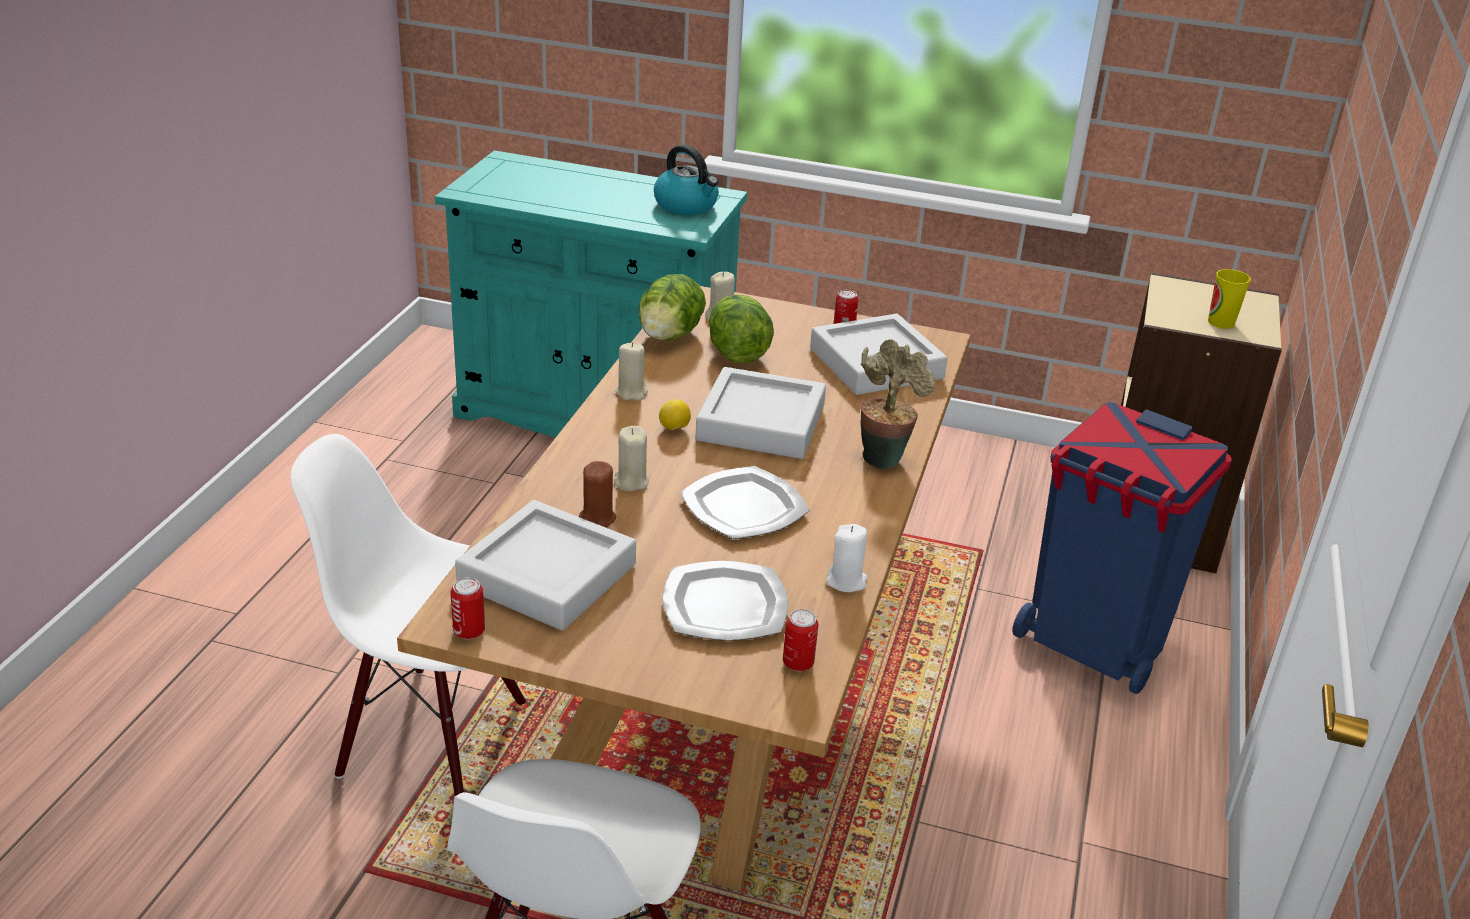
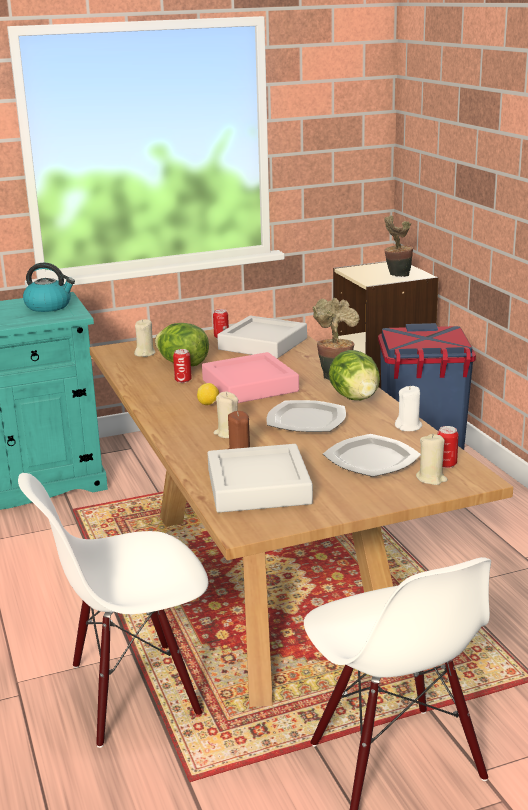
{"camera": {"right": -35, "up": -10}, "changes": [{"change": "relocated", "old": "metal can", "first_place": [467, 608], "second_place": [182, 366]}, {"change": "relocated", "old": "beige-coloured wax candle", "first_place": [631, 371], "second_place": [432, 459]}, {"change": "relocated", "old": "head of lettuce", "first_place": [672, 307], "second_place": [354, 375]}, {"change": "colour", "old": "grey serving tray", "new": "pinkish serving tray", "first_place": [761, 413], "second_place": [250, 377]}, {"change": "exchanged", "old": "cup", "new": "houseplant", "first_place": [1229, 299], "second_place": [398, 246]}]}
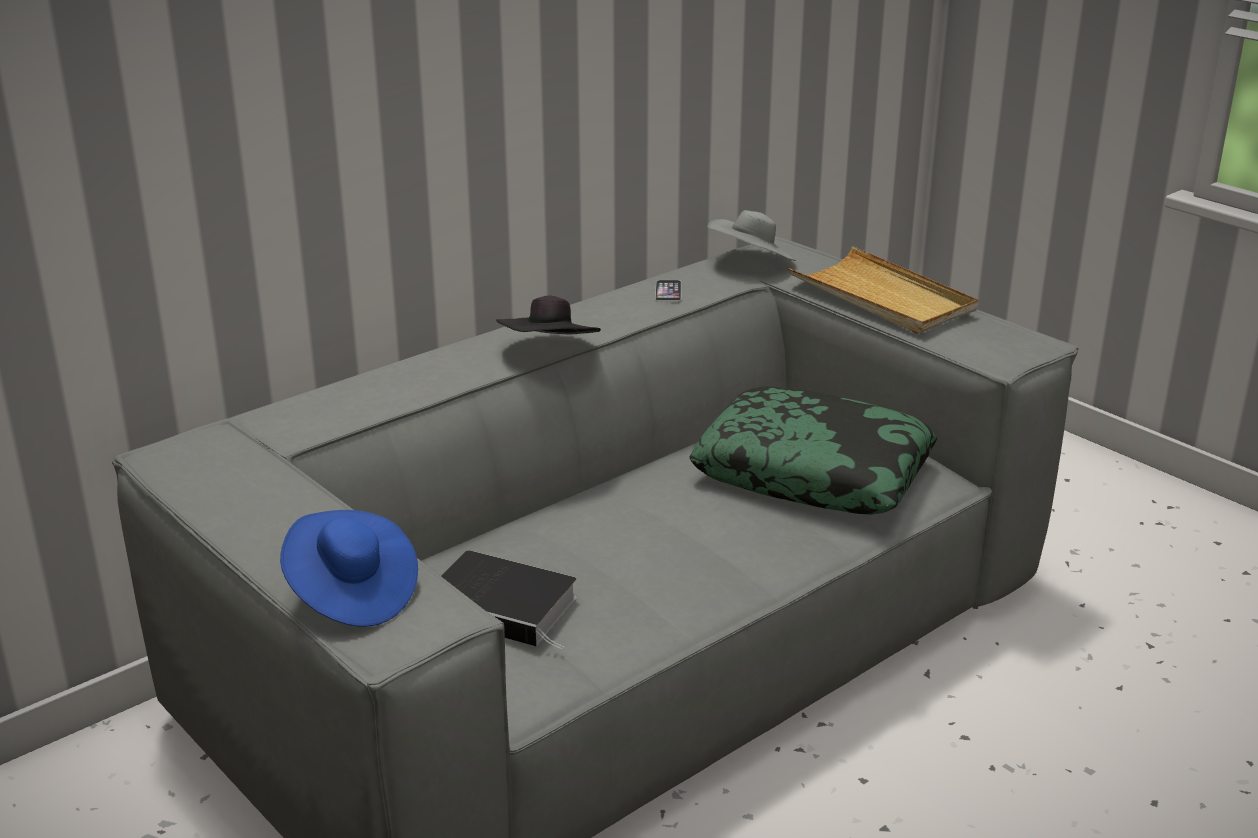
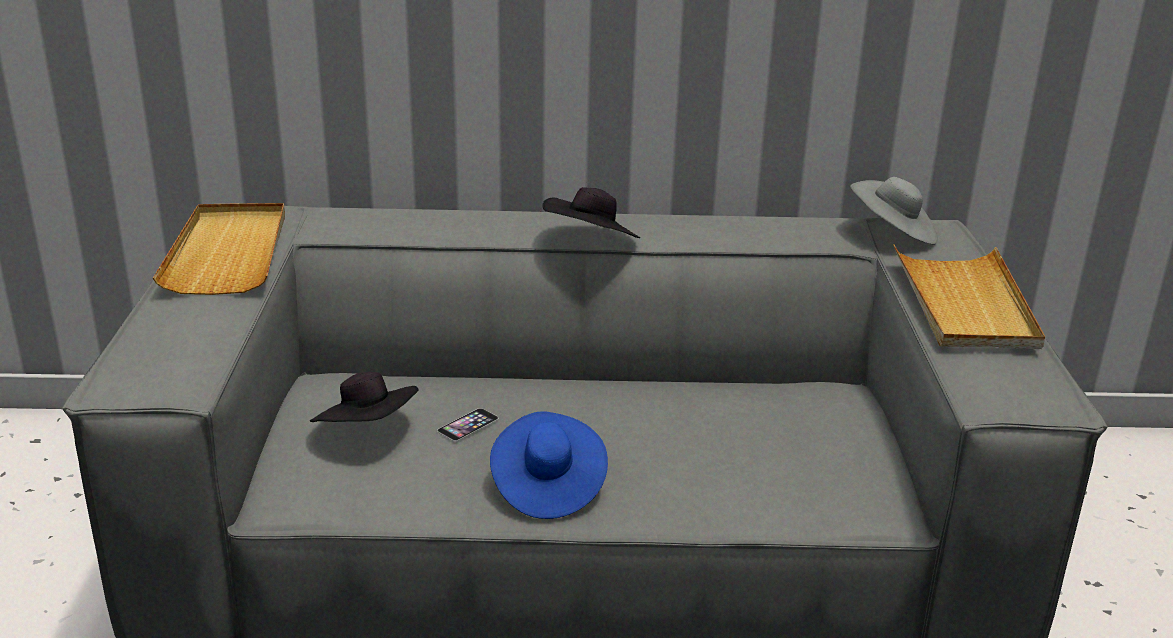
{"camera": {"right": 40, "up": 0}, "changes": [{"change": "relocated", "old": "blue-coloured hat", "first_place": [349, 568], "second_place": [549, 465]}, {"change": "exchanged", "old": "bound book", "new": "blackish hat", "first_place": [509, 599], "second_place": [364, 397]}, {"change": "relocated", "old": "phone", "first_place": [668, 290], "second_place": [468, 424]}, {"change": "missing", "old": "throw pillow", "first_place": [813, 450]}, {"change": "appeared", "new": "beige-coloured serving tray", "second_place": [219, 249]}]}
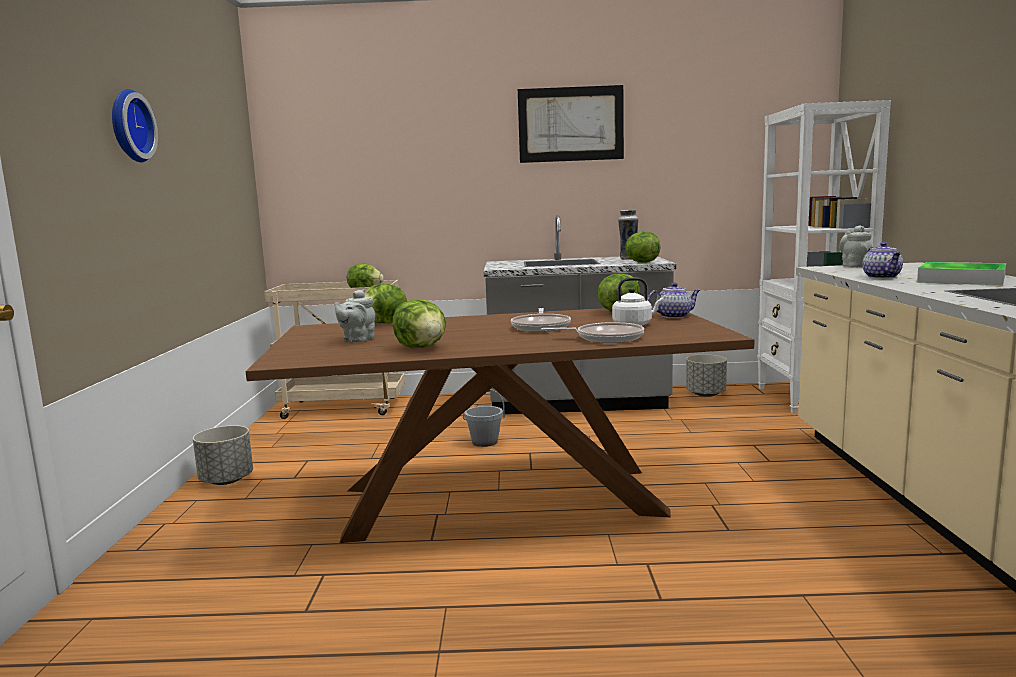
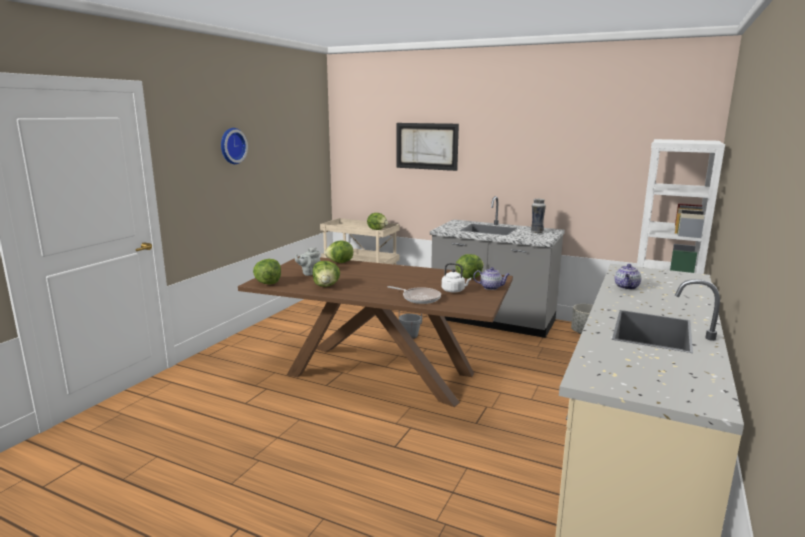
{"camera": {"right": 25, "up": 5}, "changes": [{"change": "missing", "old": "grey plant pot", "first_place": [223, 455]}, {"change": "missing", "old": "frying pan", "first_place": [541, 320]}, {"change": "relocated", "old": "wall picture", "first_place": [571, 124], "second_place": [428, 147]}, {"change": "relocated", "old": "head of lettuce", "first_place": [642, 247], "second_place": [267, 271]}, {"change": "missing", "old": "grey pot for tea", "first_place": [855, 246]}, {"change": "missing", "old": "serving tray", "first_place": [961, 273]}]}
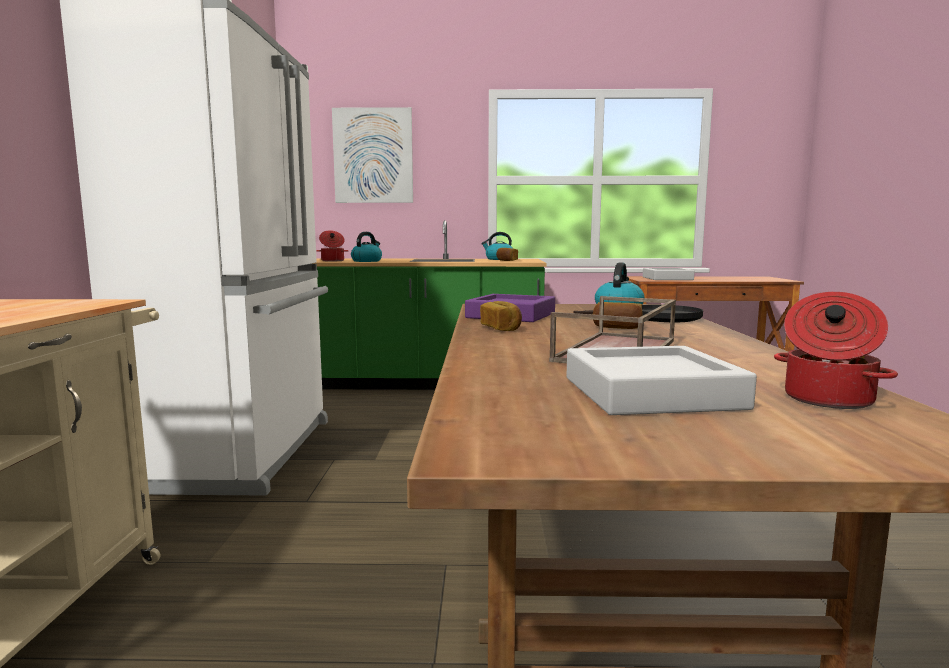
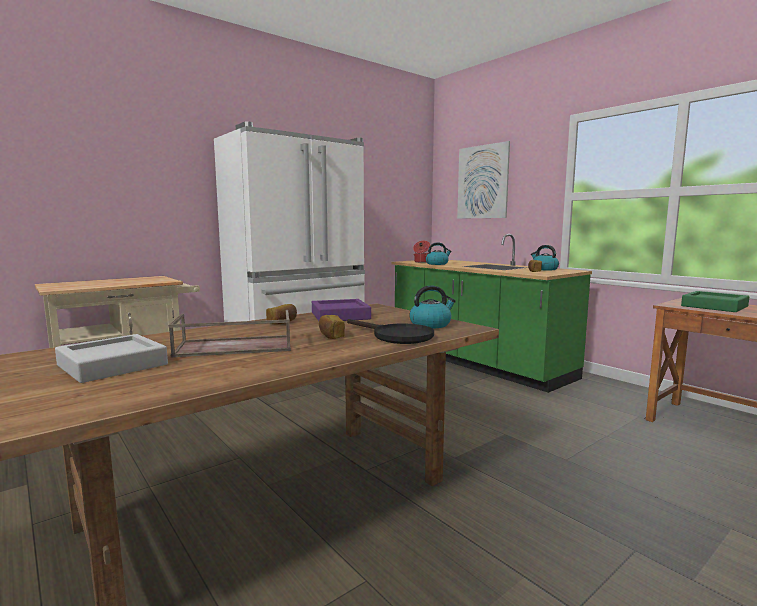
{"camera": {"right": 50, "up": 0}, "changes": [{"change": "colour", "old": "grey serving tray", "new": "green-coloured serving tray", "first_place": [669, 274], "second_place": [715, 301]}, {"change": "missing", "old": "stockpot", "first_place": [836, 350]}]}
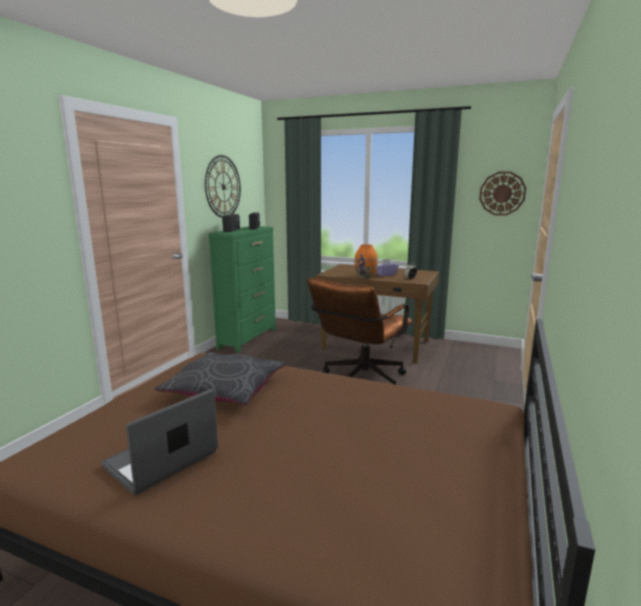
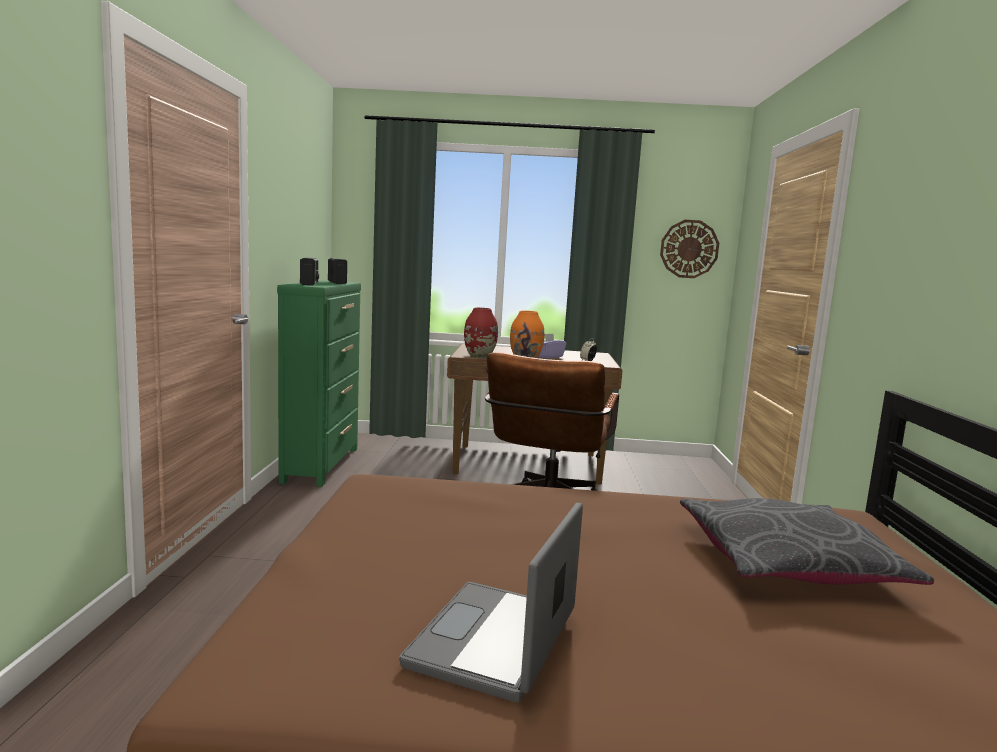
{"camera": {"right": -20, "up": -5}, "changes": [{"change": "relocated", "old": "grey throw pillow", "first_place": [221, 378], "second_place": [807, 541]}, {"change": "missing", "old": "hanging clock", "first_place": [223, 186]}, {"change": "appeared", "new": "reddish decorative vase", "second_place": [481, 333]}]}
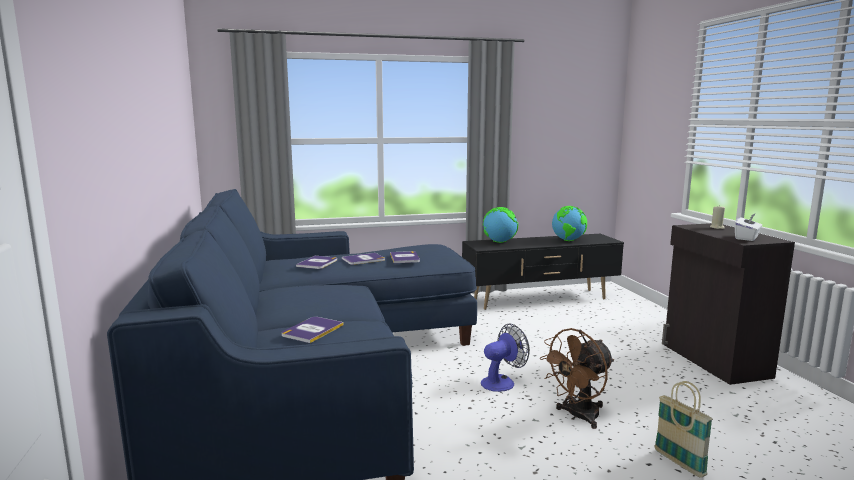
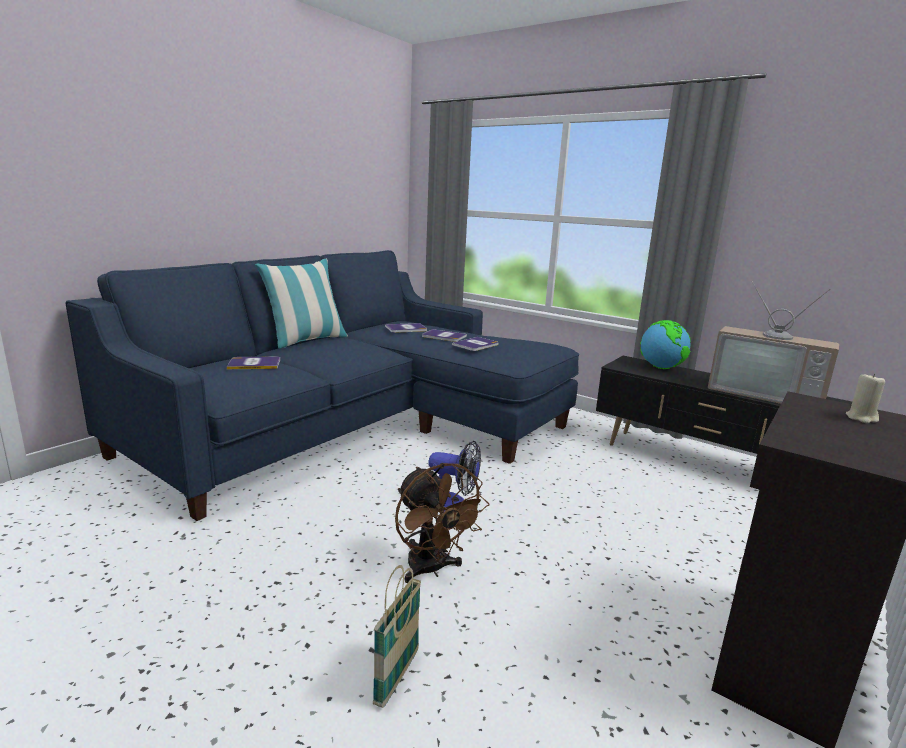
{"camera": {"right": 50, "up": 5}, "changes": [{"change": "spun", "old": "brown fan", "first_place": [577, 378], "second_place": [442, 523], "degrees": -135}, {"change": "exchanged", "old": "globe", "new": "TV", "first_place": [569, 223], "second_place": [773, 342]}, {"change": "missing", "old": "white-coloured tissue box", "first_place": [748, 227]}, {"change": "appeared", "new": "throw pillow", "second_place": [301, 304]}]}
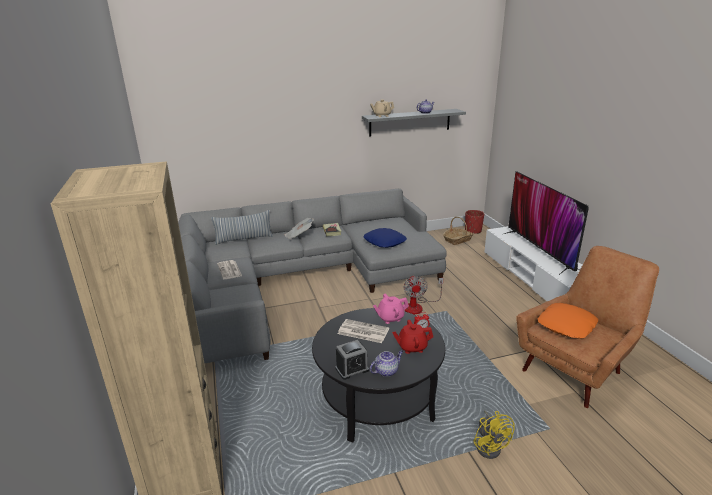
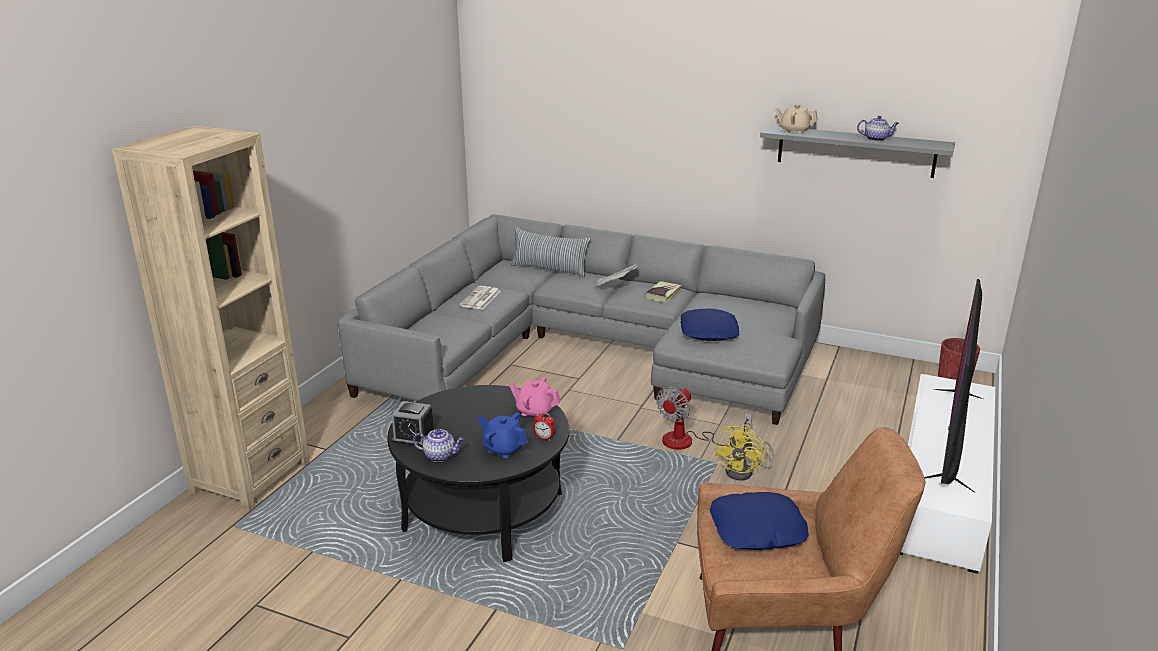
{"camera": {"right": 40, "up": 0}, "changes": [{"change": "missing", "old": "printed paper", "first_place": [363, 331]}, {"change": "colour", "old": "reddish pot for tea", "new": "blue-coloured pot for tea", "first_place": [412, 337], "second_place": [503, 435]}, {"change": "missing", "old": "basket", "first_place": [458, 231]}, {"change": "relocated", "old": "yellow-coloured fan", "first_place": [494, 434], "second_place": [744, 452]}, {"change": "colour", "old": "orange-coloured throw pillow", "new": "blue-coloured throw pillow", "first_place": [568, 321], "second_place": [759, 521]}]}
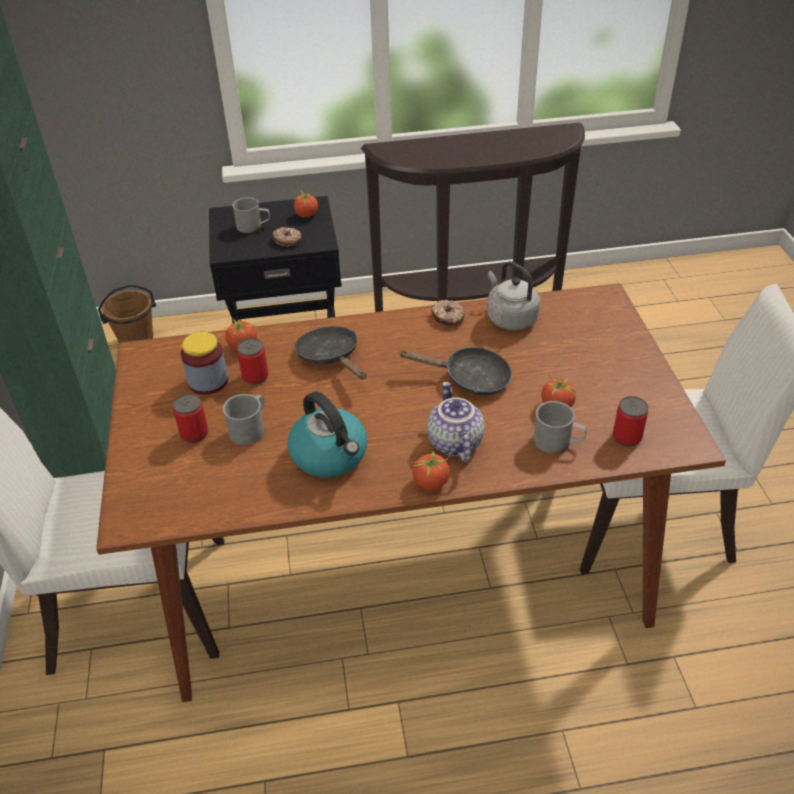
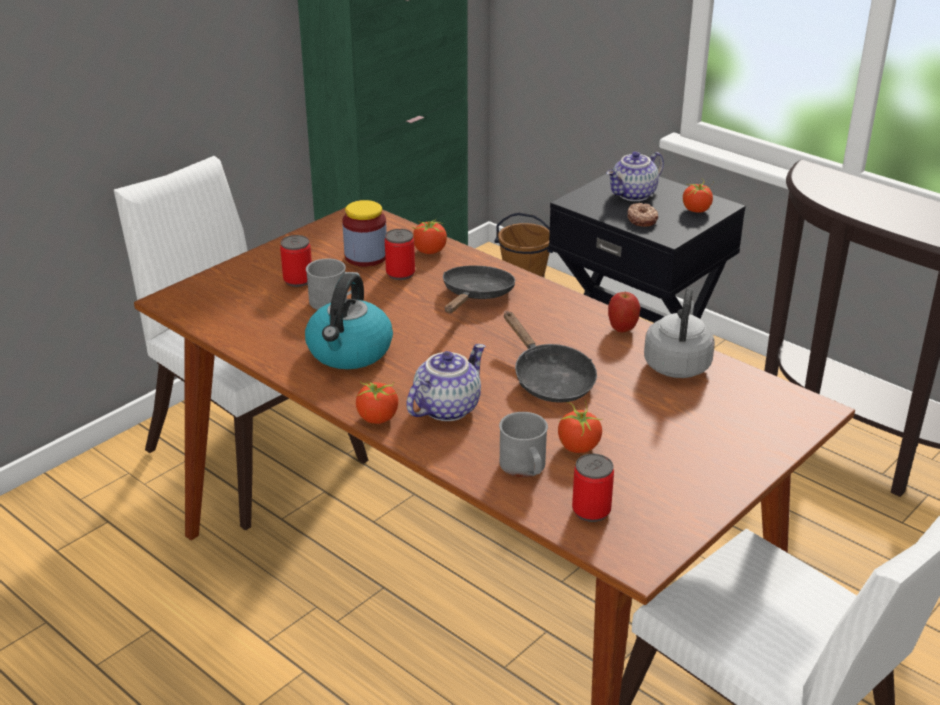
{"camera": {"right": 50, "up": -10}, "changes": [{"change": "exchanged", "old": "grey mug", "new": "pot for tea", "first_place": [251, 215], "second_place": [635, 176]}, {"change": "exchanged", "old": "ring doughnut", "new": "apple", "first_place": [448, 313], "second_place": [624, 312]}]}
